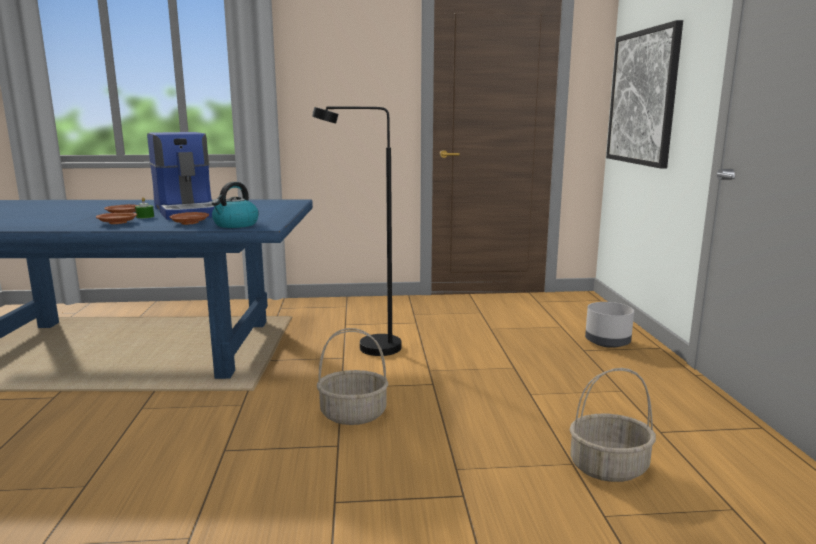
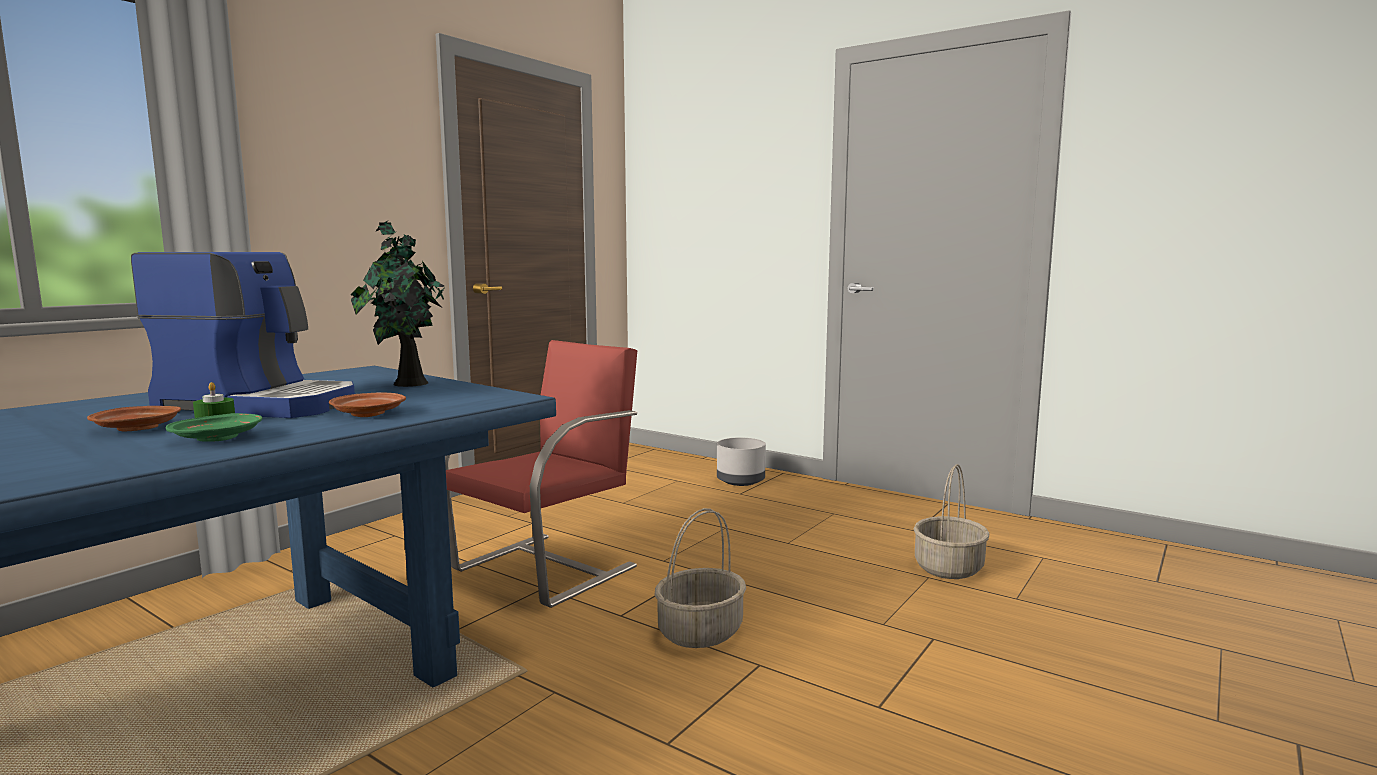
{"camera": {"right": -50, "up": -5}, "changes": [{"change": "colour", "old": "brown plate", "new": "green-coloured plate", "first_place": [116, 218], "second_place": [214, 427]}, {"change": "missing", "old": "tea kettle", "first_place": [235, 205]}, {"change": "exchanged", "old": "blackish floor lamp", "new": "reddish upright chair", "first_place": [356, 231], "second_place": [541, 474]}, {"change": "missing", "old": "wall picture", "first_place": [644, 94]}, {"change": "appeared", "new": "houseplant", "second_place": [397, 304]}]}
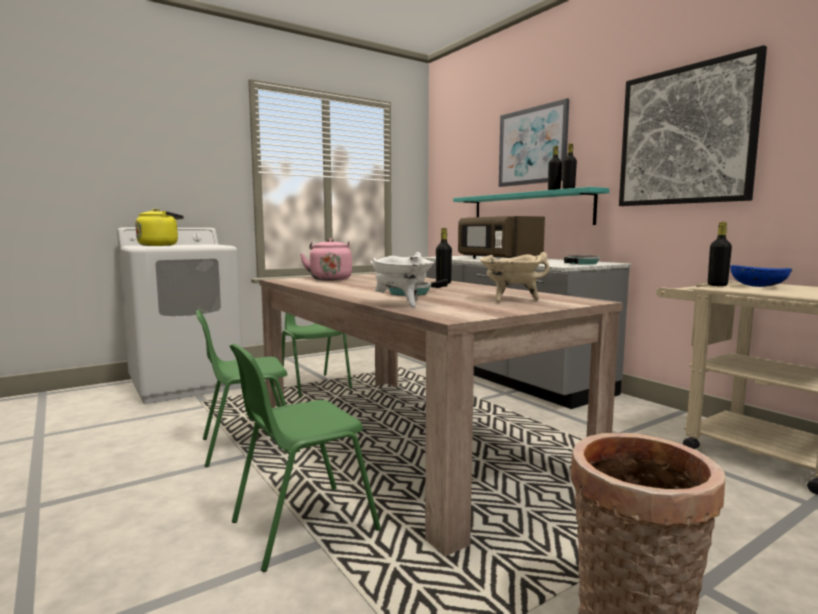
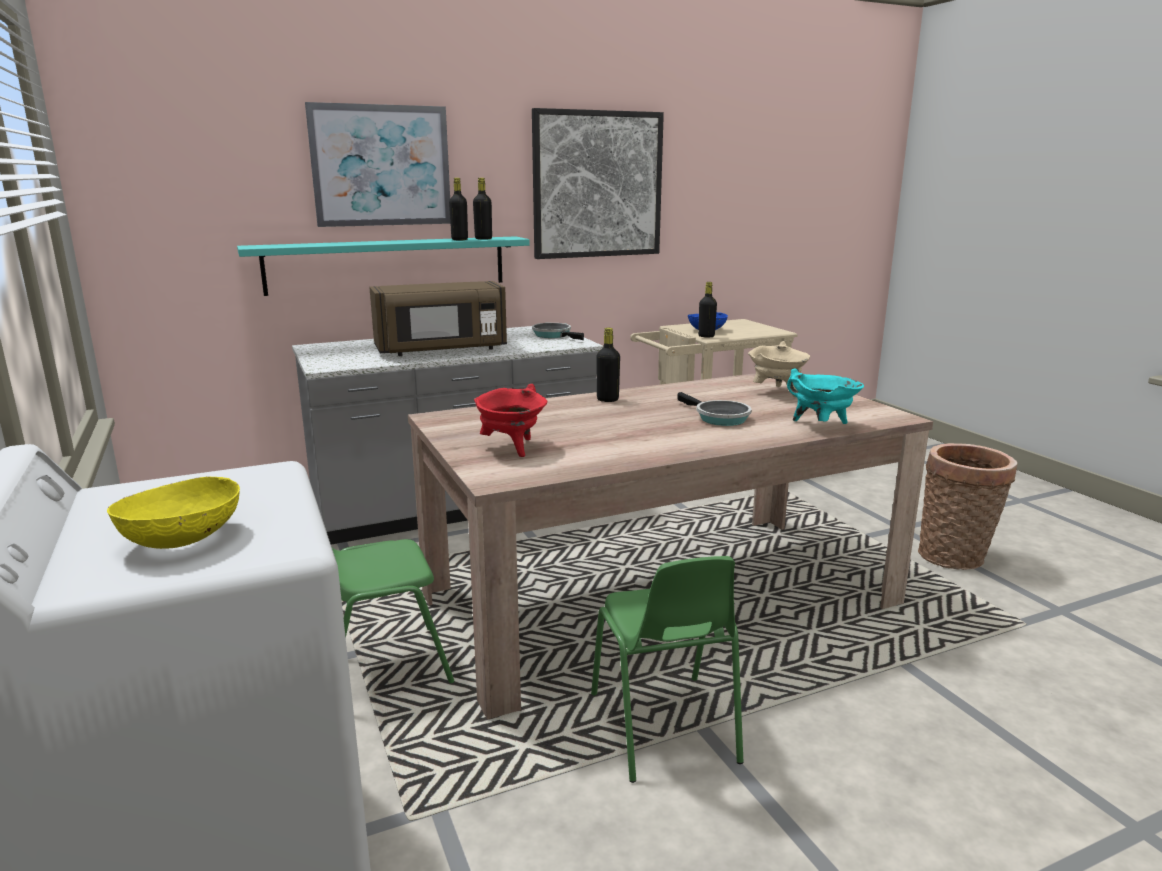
{"camera": {"right": -80, "up": 10}, "changes": [{"change": "exchanged", "old": "yellow-coloured tea kettle", "new": "yellow-coloured serving bowl", "first_place": [159, 227], "second_place": [173, 512]}, {"change": "missing", "old": "green-coloured upright chair", "first_place": [305, 458]}, {"change": "exchanged", "old": "pinkish tea kettle", "new": "reddish stockpot", "first_place": [326, 259], "second_place": [510, 420]}, {"change": "colour", "old": "white-coloured stockpot", "new": "turquoise-coloured stockpot", "first_place": [402, 280], "second_place": [825, 396]}]}
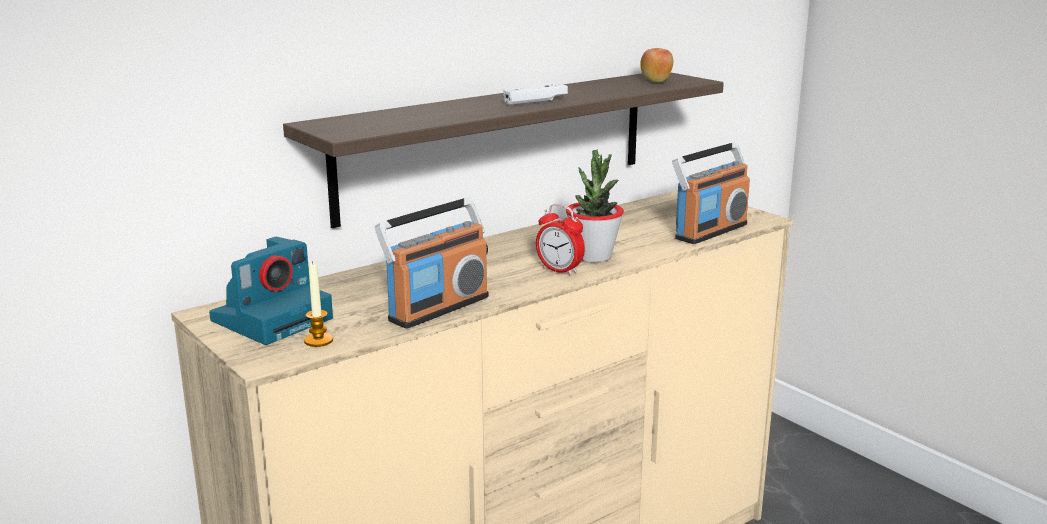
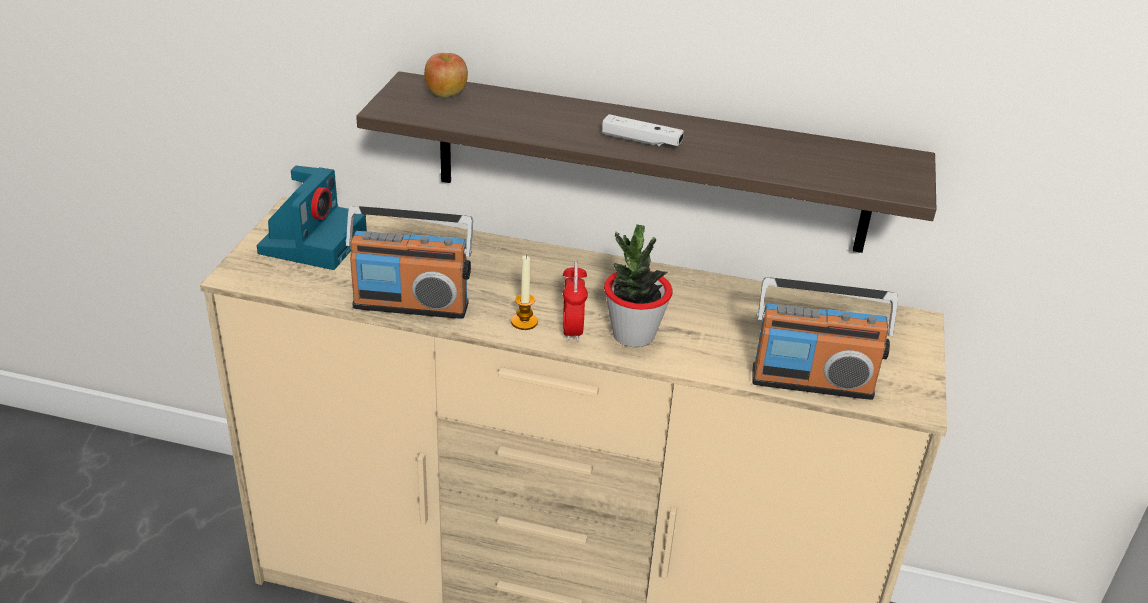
{"camera": {"right": 50, "up": 15}, "changes": [{"change": "spun", "old": "still camera", "first_place": [271, 291], "second_place": [312, 218], "degrees": -75}, {"change": "relocated", "old": "wax candle", "first_place": [318, 304], "second_place": [524, 292]}, {"change": "relocated", "old": "apple", "first_place": [656, 65], "second_place": [446, 75]}]}
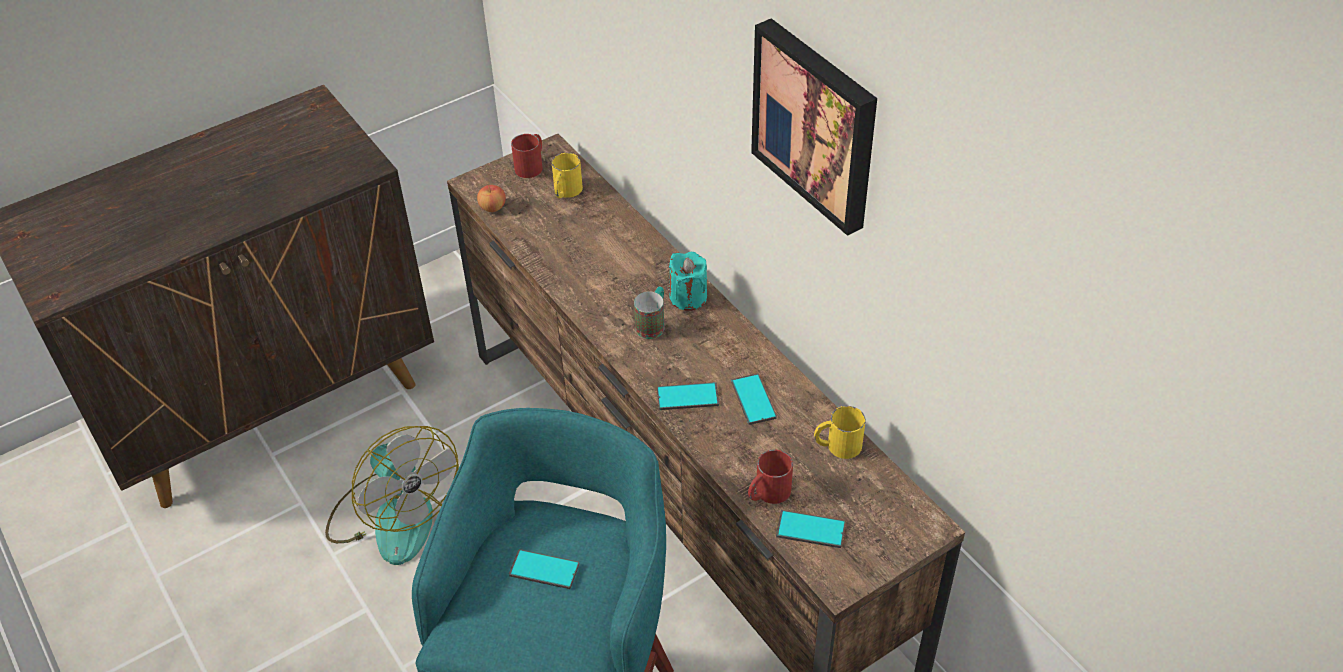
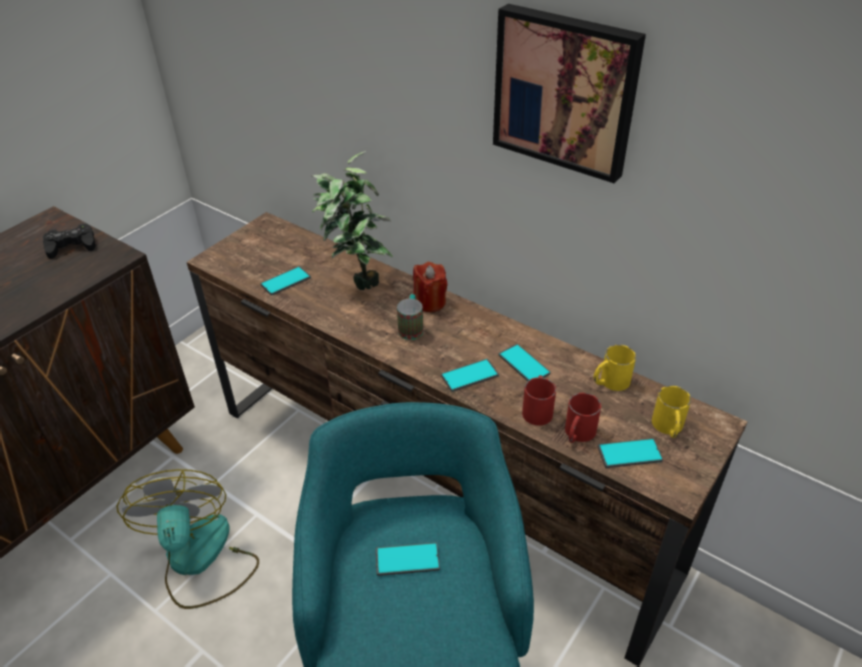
{"camera": {"right": -20, "up": -5}, "changes": [{"change": "spun", "old": "fan", "first_place": [392, 495], "second_place": [187, 539], "degrees": -135}, {"change": "missing", "old": "apple", "first_place": [491, 198]}, {"change": "relocated", "old": "reddish mug", "first_place": [527, 156], "second_place": [539, 400]}, {"change": "relocated", "old": "yellow-coloured mug", "first_place": [567, 175], "second_place": [671, 412]}, {"change": "colour", "old": "turquoise-coloured wax candle", "new": "reddish wax candle", "first_place": [688, 281], "second_place": [430, 287]}, {"change": "appeared", "new": "blackish joypad", "second_place": [69, 241]}, {"change": "appeared", "new": "phone", "second_place": [286, 281]}, {"change": "appeared", "new": "houseplant", "second_place": [352, 220]}]}
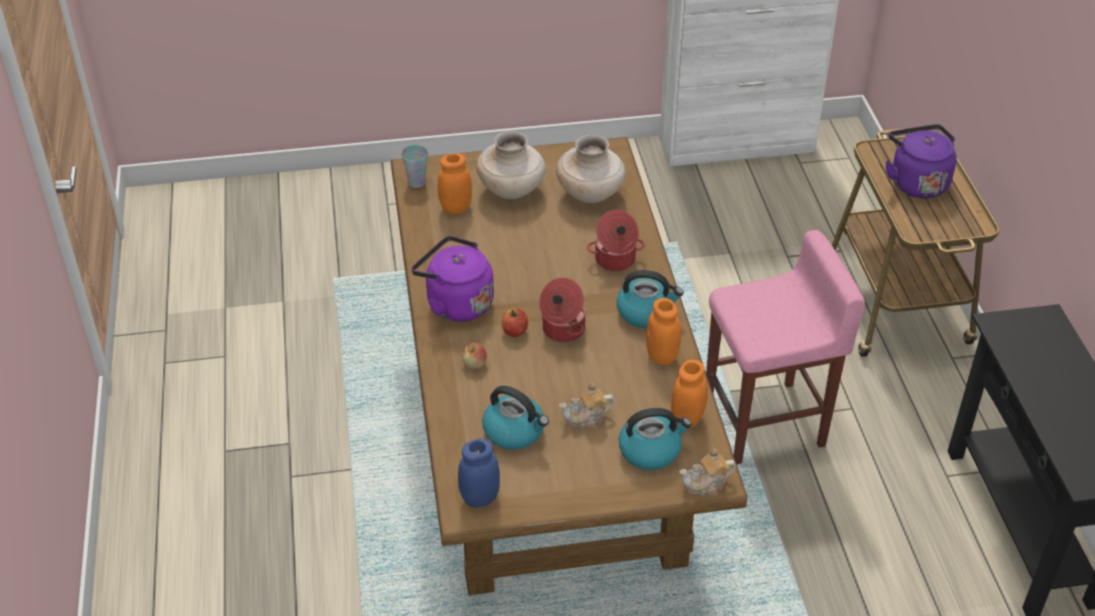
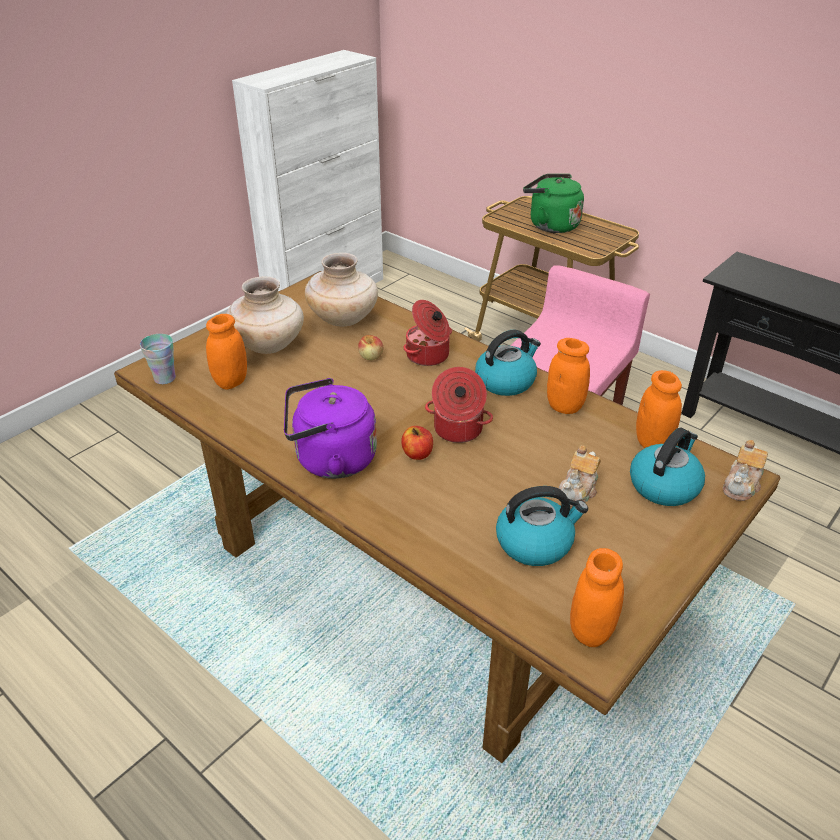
{"camera": {"right": -40, "up": -5}, "changes": [{"change": "colour", "old": "blue-coloured storage jar", "new": "orange-coloured storage jar", "first_place": [479, 473], "second_place": [597, 597]}, {"change": "relocated", "old": "apple", "first_place": [474, 355], "second_place": [371, 347]}, {"change": "colour", "old": "purplish tea kettle", "new": "green-coloured tea kettle", "first_place": [921, 161], "second_place": [553, 203]}]}
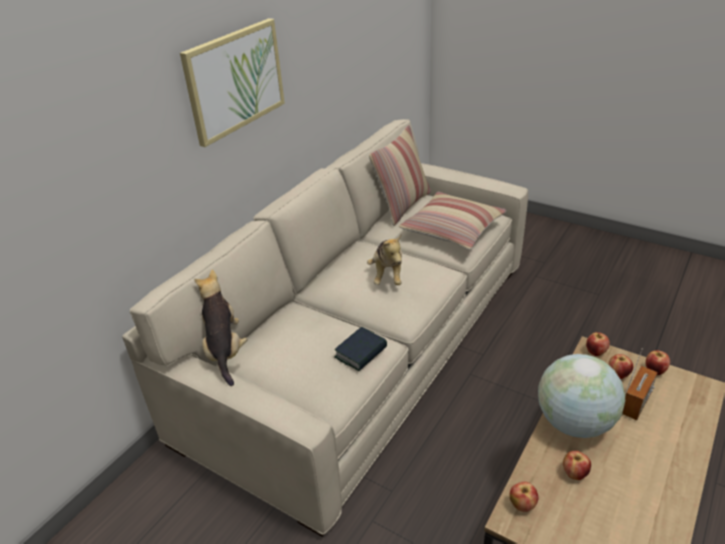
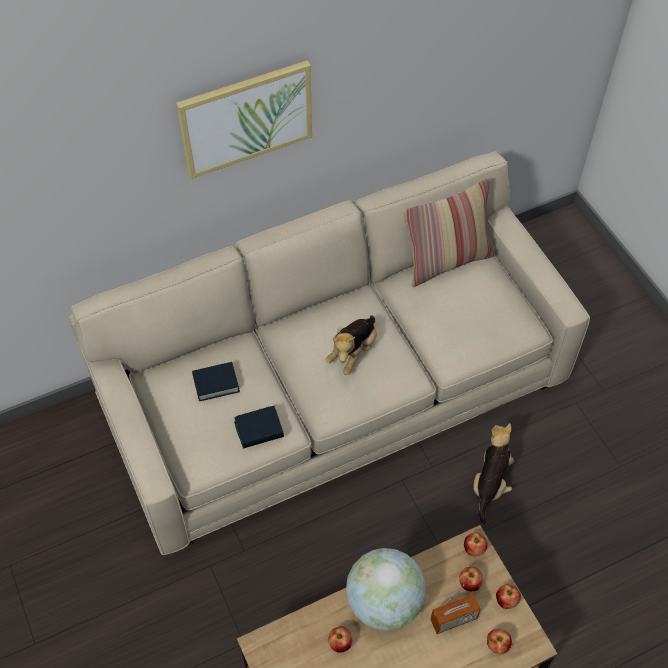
{"camera": {"right": 30, "up": 20}, "changes": [{"change": "relocated", "old": "cuddly toy", "first_place": [221, 328], "second_place": [493, 473]}, {"change": "missing", "old": "throw pillow", "first_place": [452, 221]}, {"change": "relocated", "old": "apple", "first_place": [523, 497], "second_place": [499, 641]}, {"change": "appeared", "new": "bound book", "second_place": [216, 381]}]}
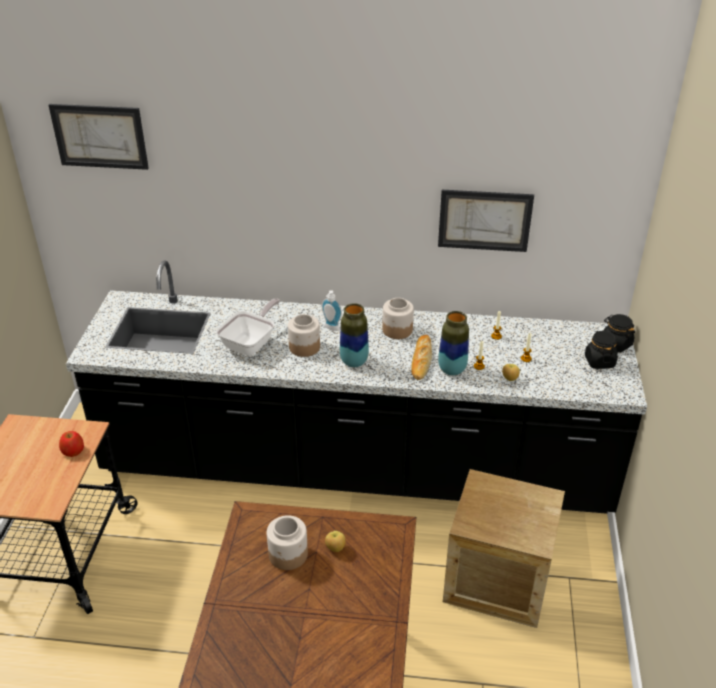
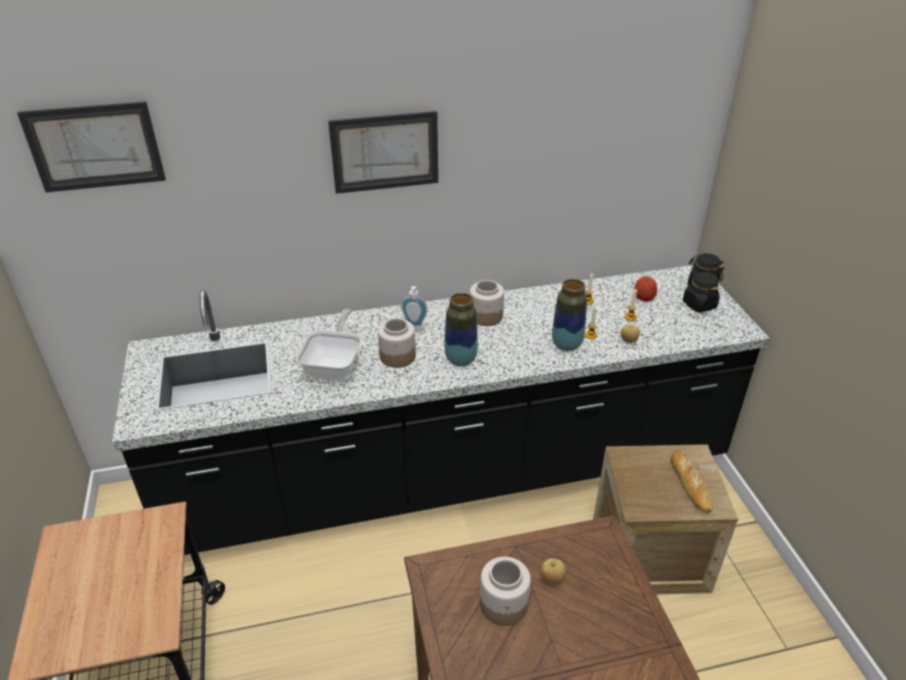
{"camera": {"right": -20, "up": 0}, "changes": [{"change": "relocated", "old": "apple", "first_place": [71, 444], "second_place": [645, 289]}, {"change": "relocated", "old": "baked bread", "first_place": [421, 357], "second_place": [692, 481]}, {"change": "relocated", "old": "wall picture", "first_place": [486, 221], "second_place": [383, 152]}]}
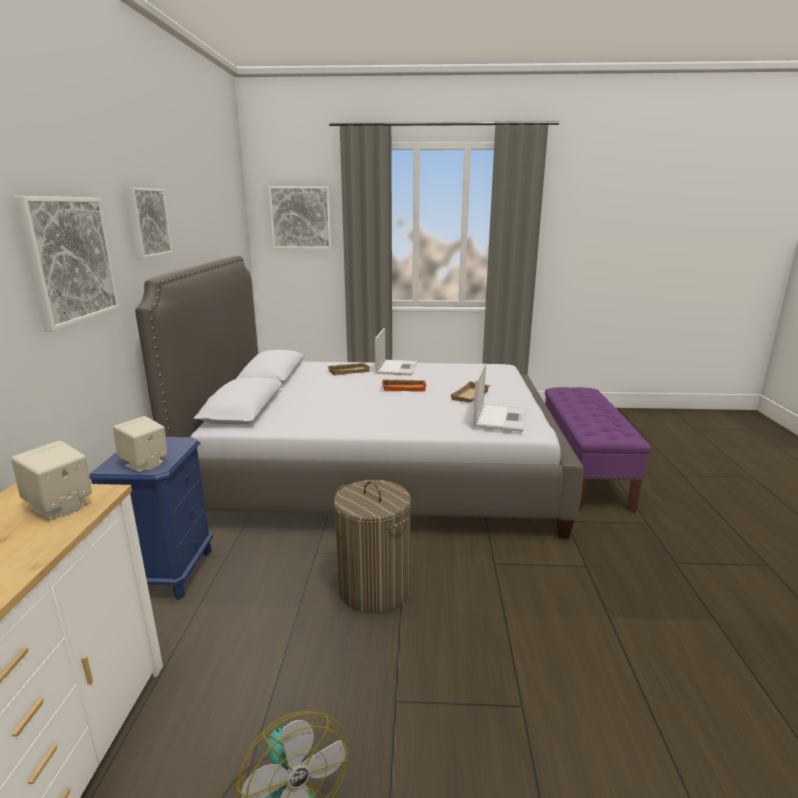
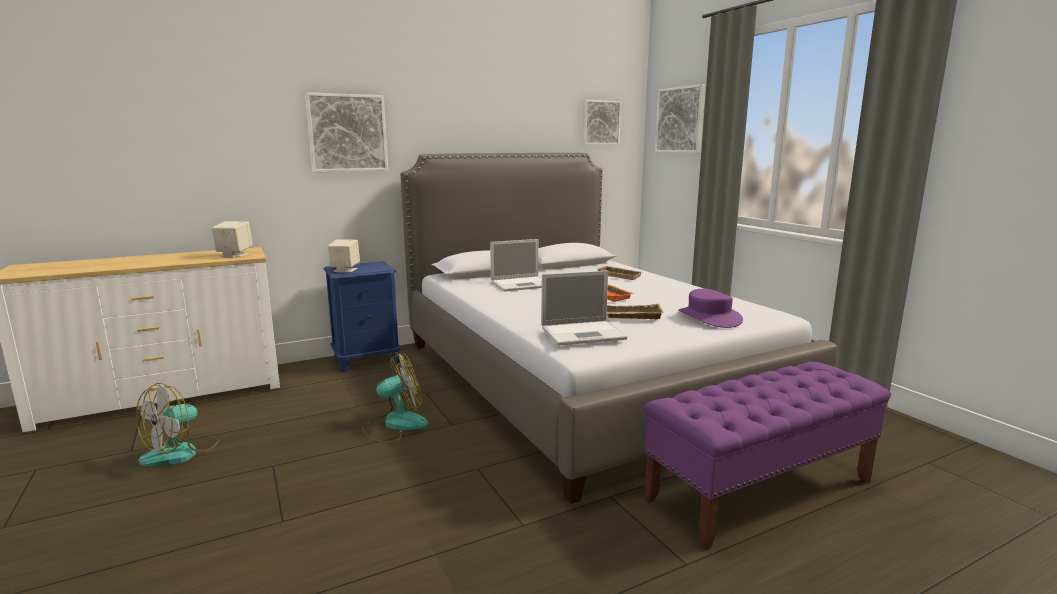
{"camera": {"right": 60, "up": -5}, "changes": [{"change": "relocated", "old": "wall picture", "first_place": [149, 223], "second_place": [601, 122]}, {"change": "exchanged", "old": "laundry basket", "new": "fan", "first_place": [372, 547], "second_place": [395, 397]}, {"change": "relocated", "old": "notebook computer", "first_place": [396, 351], "second_place": [516, 265]}, {"change": "appeared", "new": "purplish hat", "second_place": [710, 308]}]}
